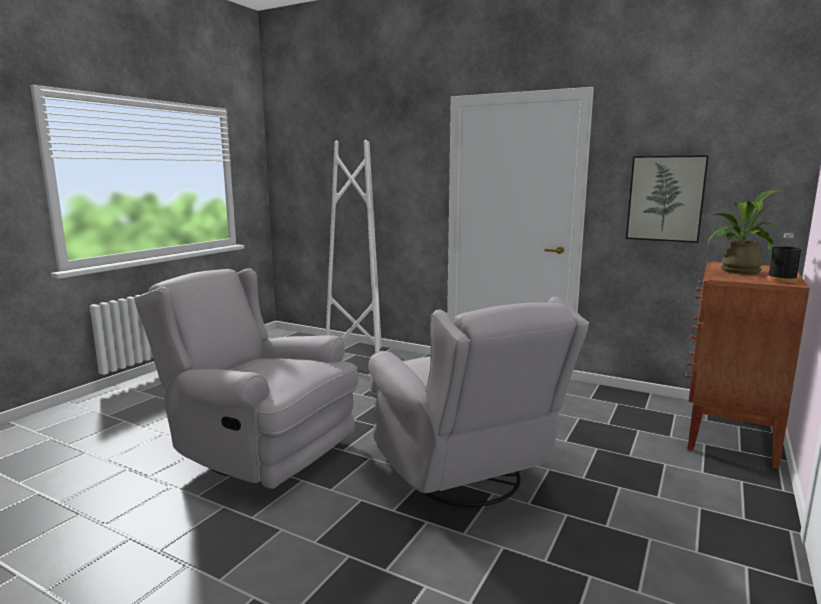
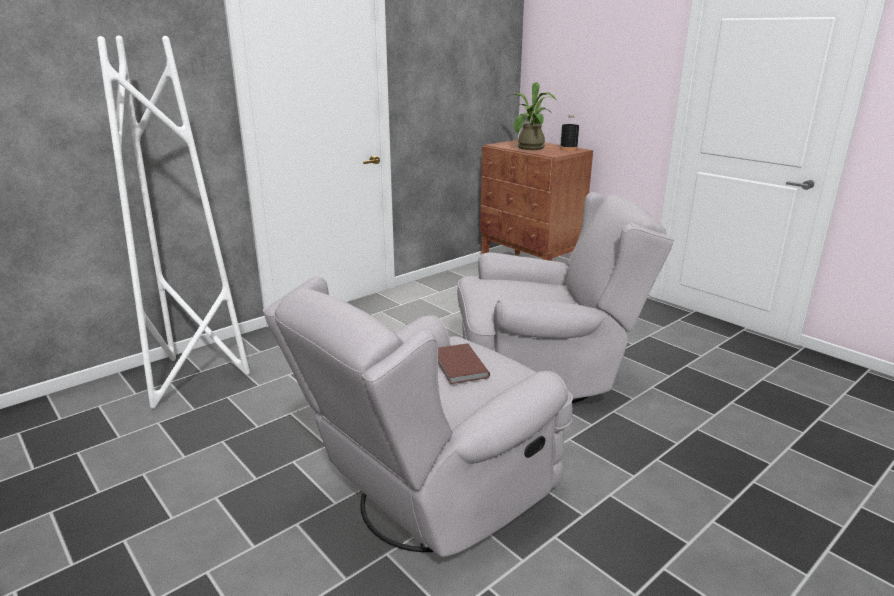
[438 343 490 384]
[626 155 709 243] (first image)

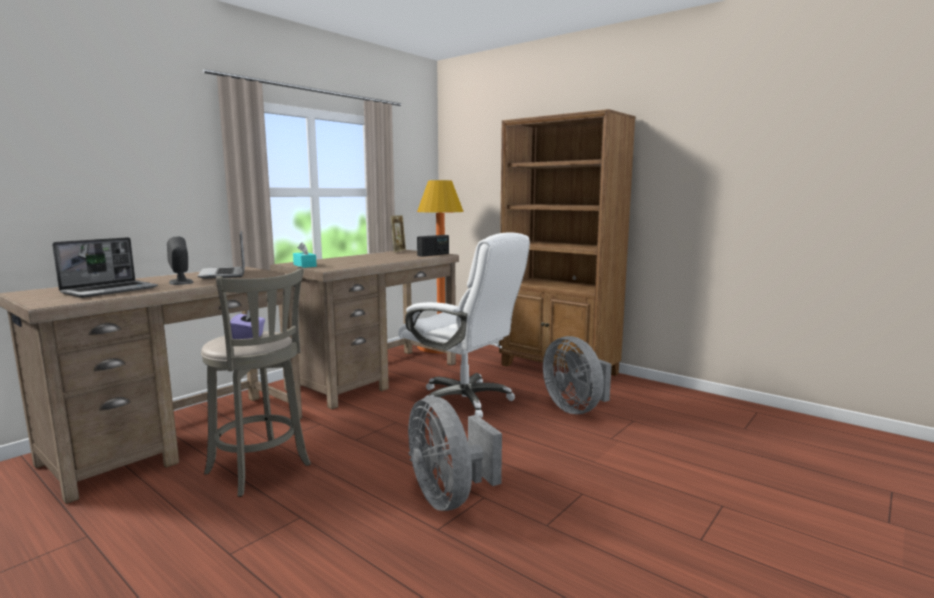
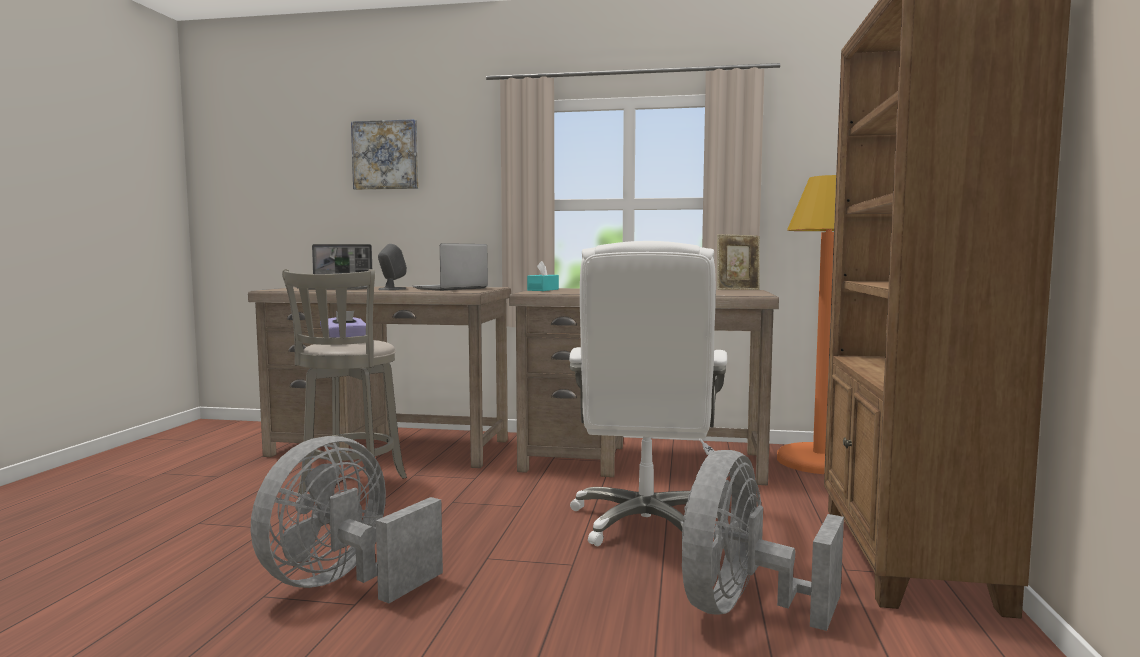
[351 119 418 190]
[417 235 449 257] (first image)

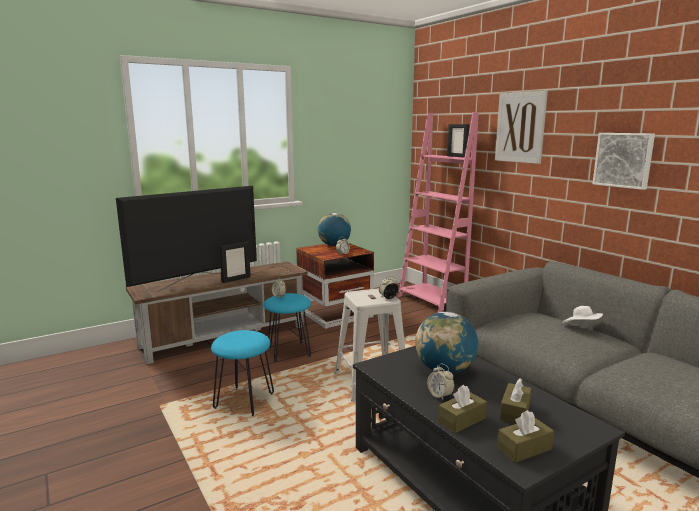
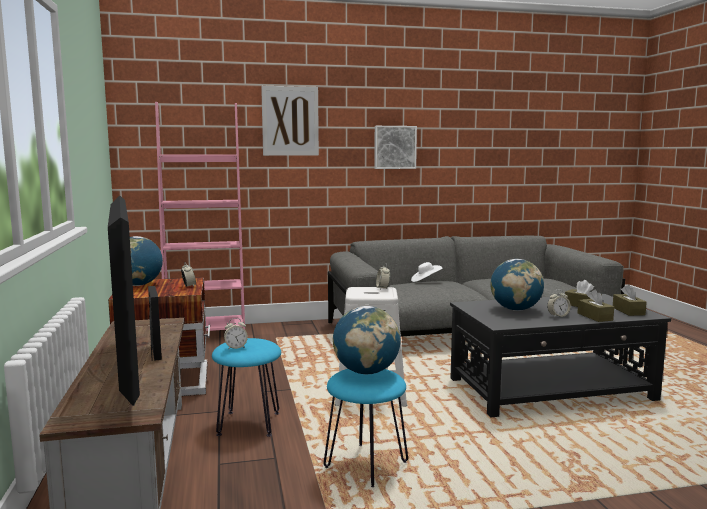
[333 306 401 374]
[447 124 470 158] (first image)

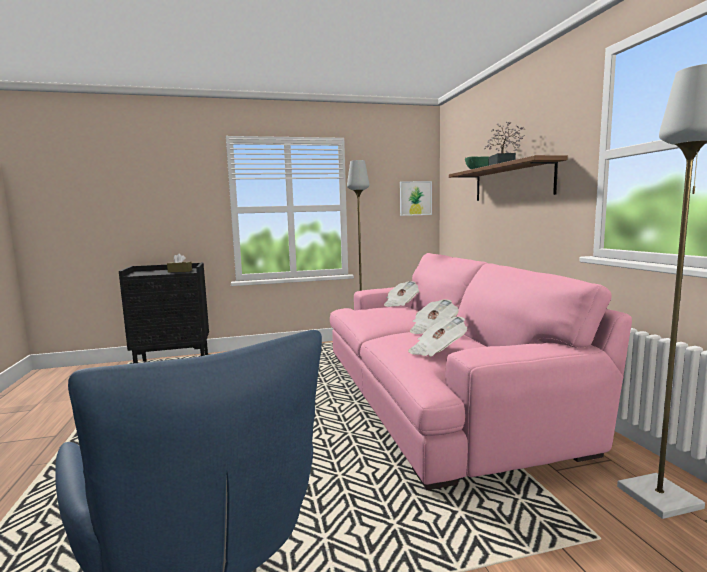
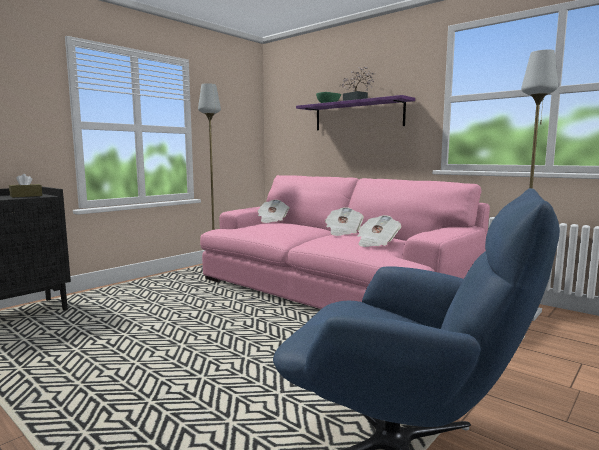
[296 95 415 130]
[400 181 432 216] (first image)

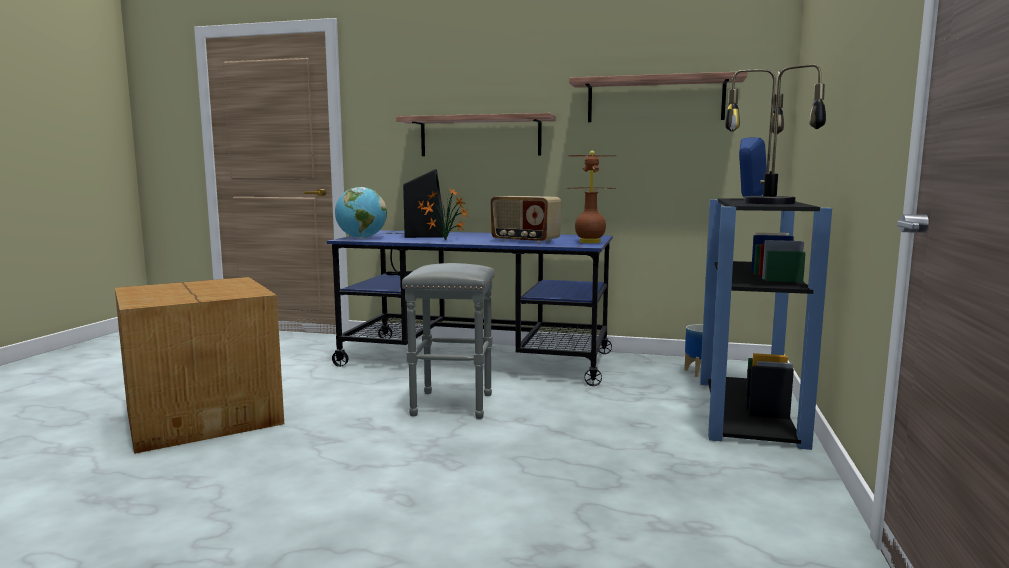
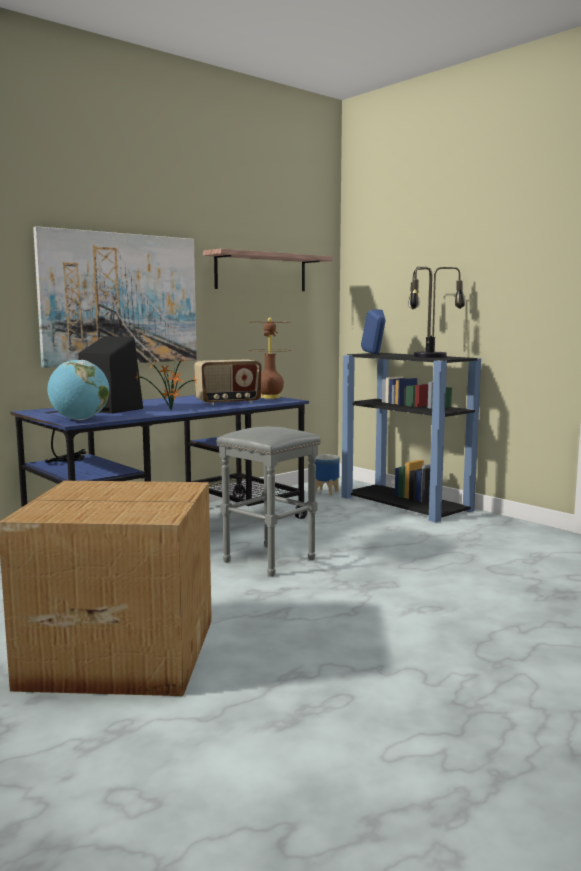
[33 226 197 368]

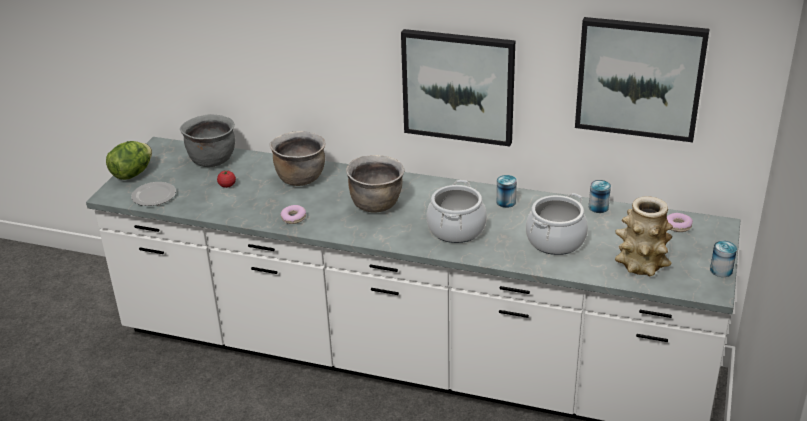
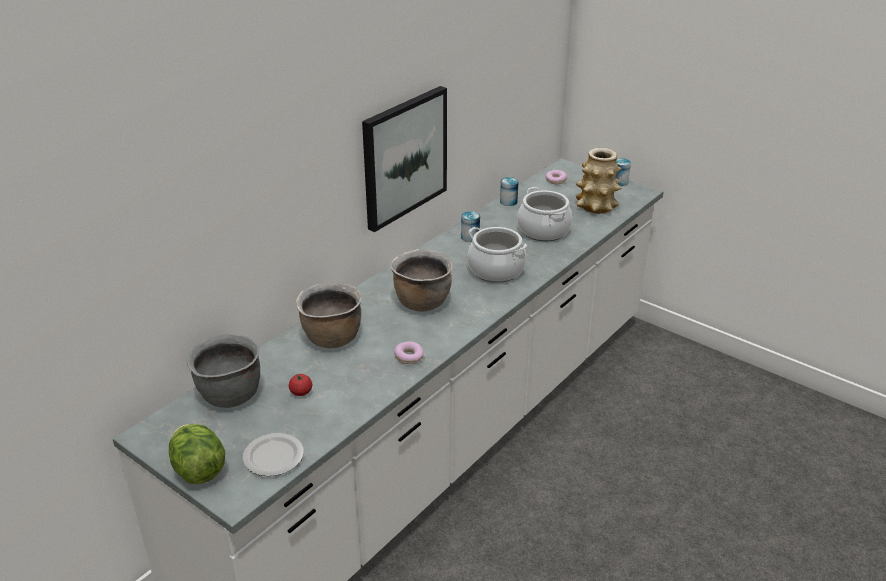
[575 17 710 142] (first image)

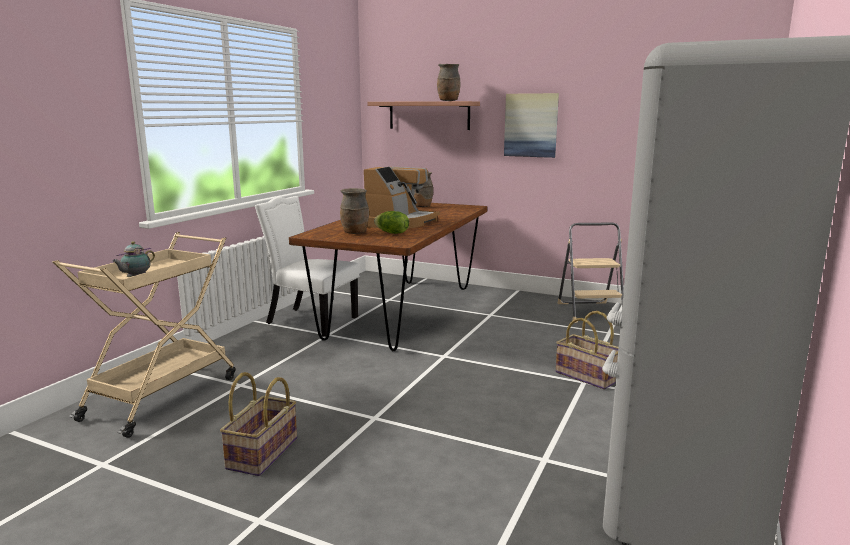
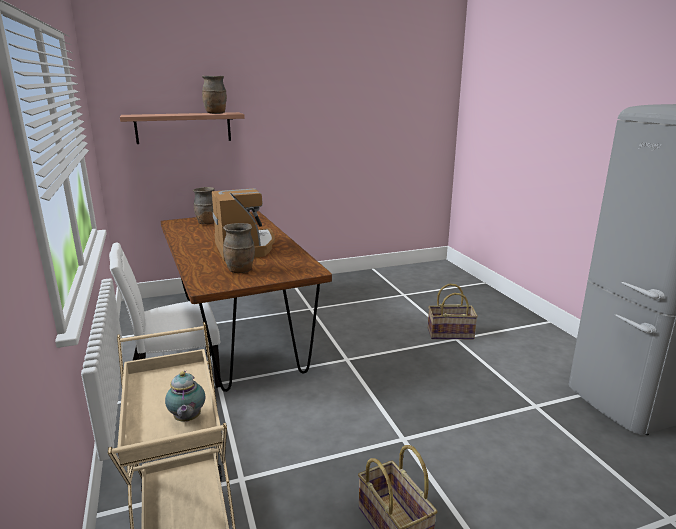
[374 211 409 234] (first image)
[504 93 559 158] (first image)
[558 222 624 323] (first image)

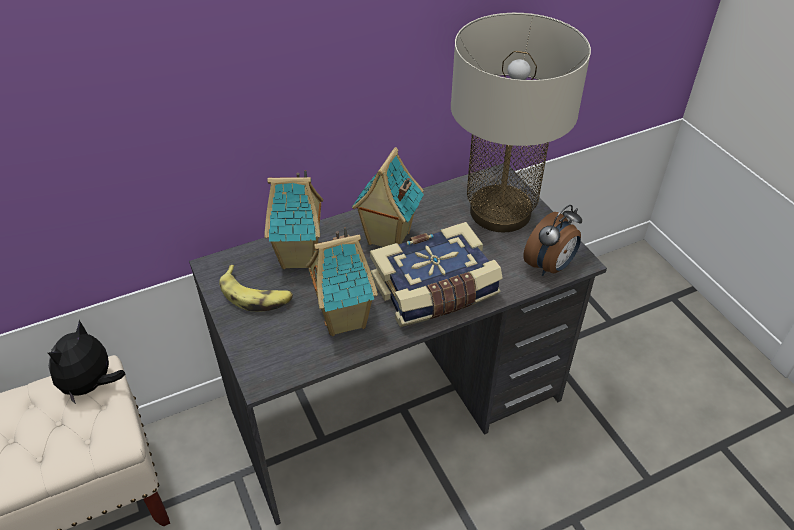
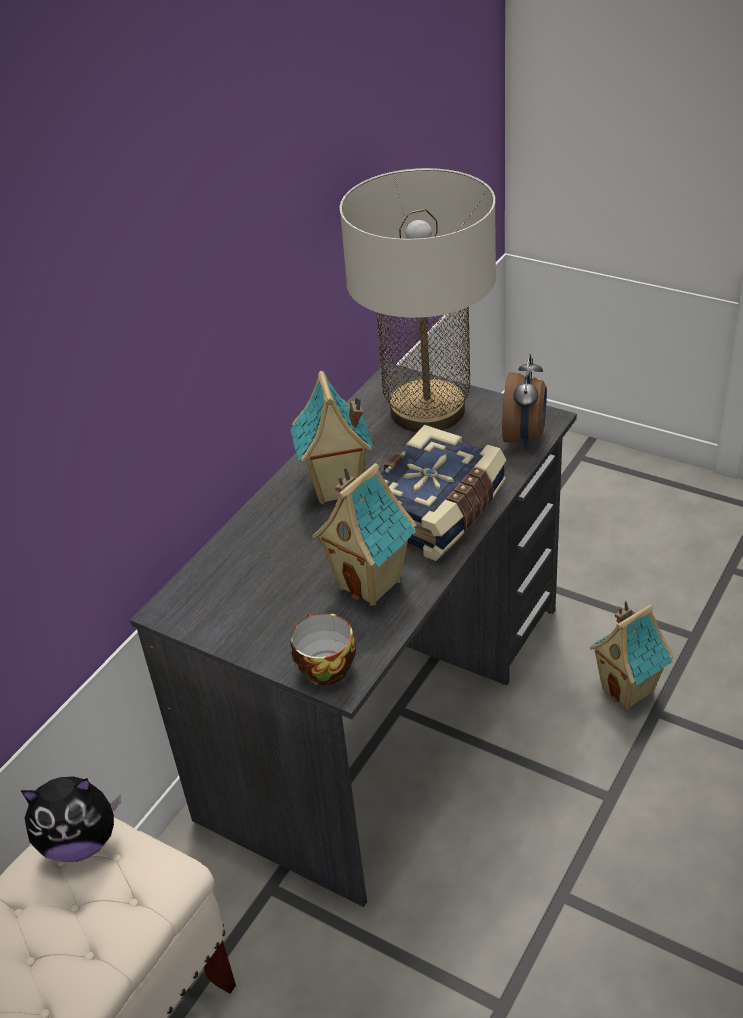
[20 776 121 862]
[291 613 356 686]
[590 601 674 710]
[219 265 293 312] (first image)

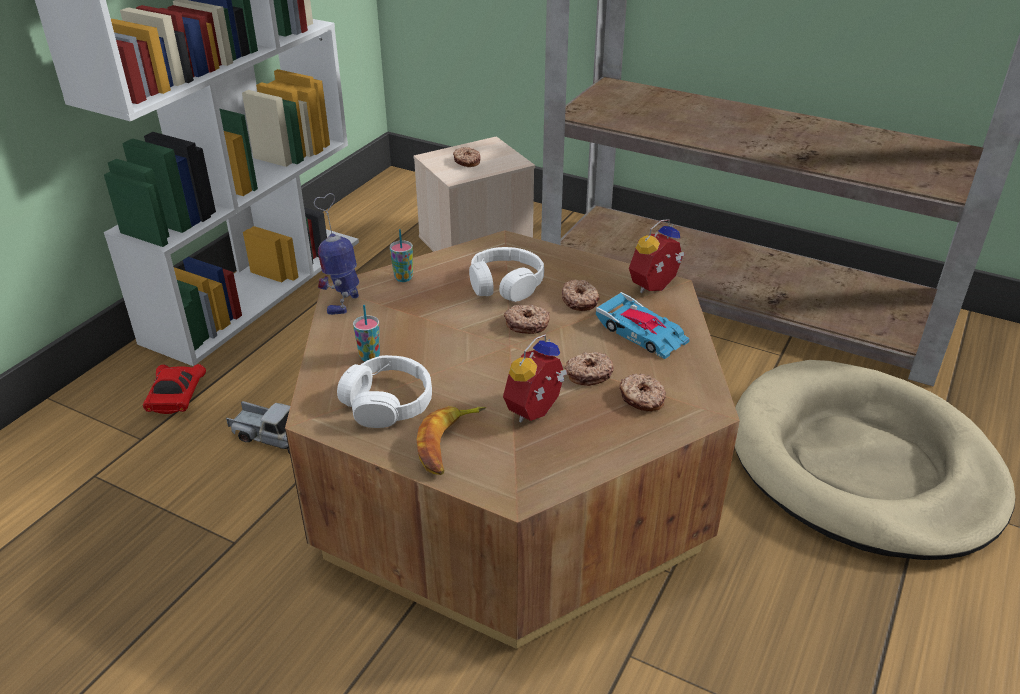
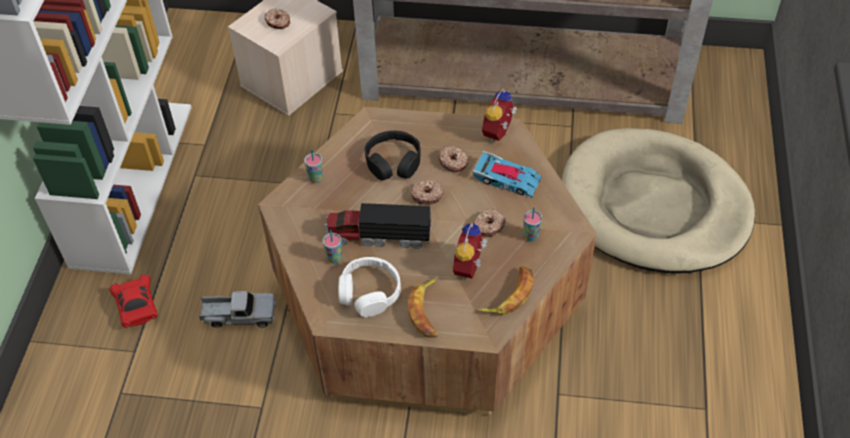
[324 203 431 249]
[365 131 421 180]
[478 266 534 315]
[523 207 542 241]
[314 193 359 315] (first image)

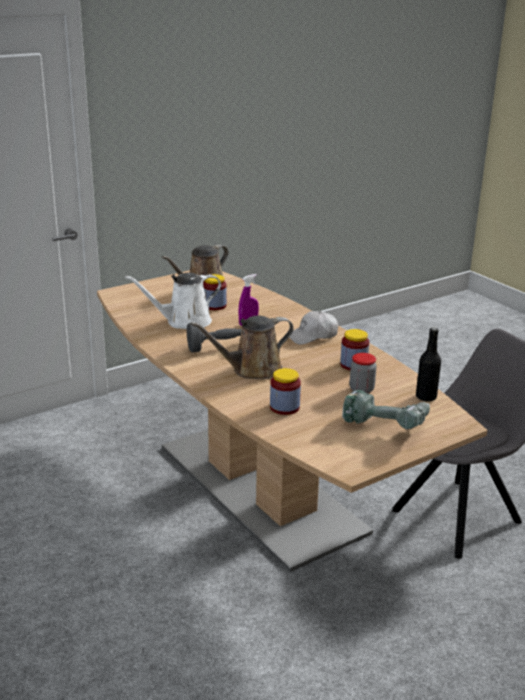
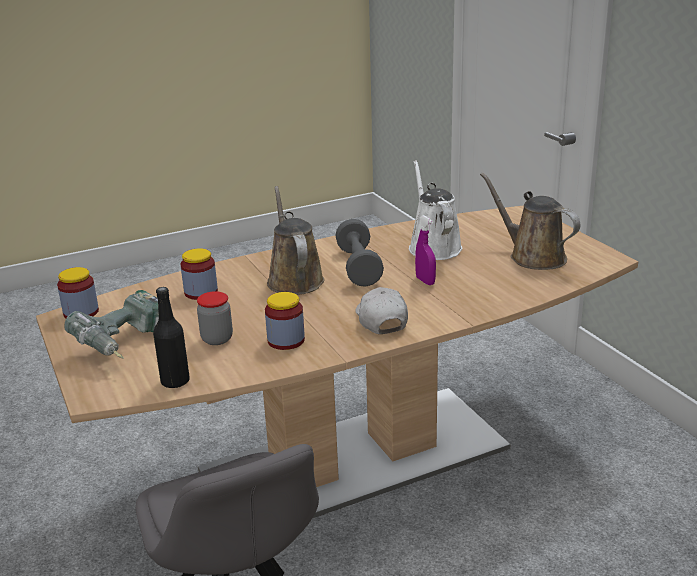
[57 267 99 318]

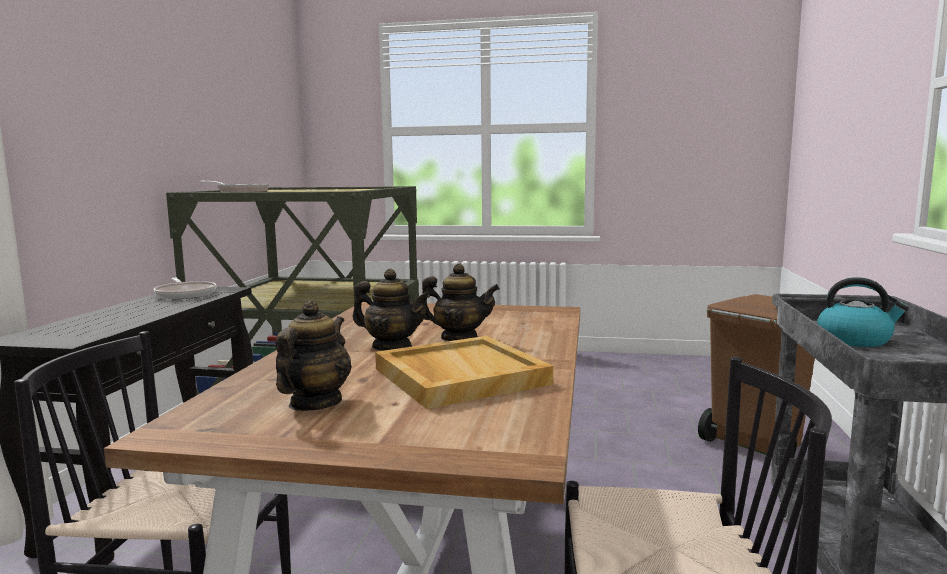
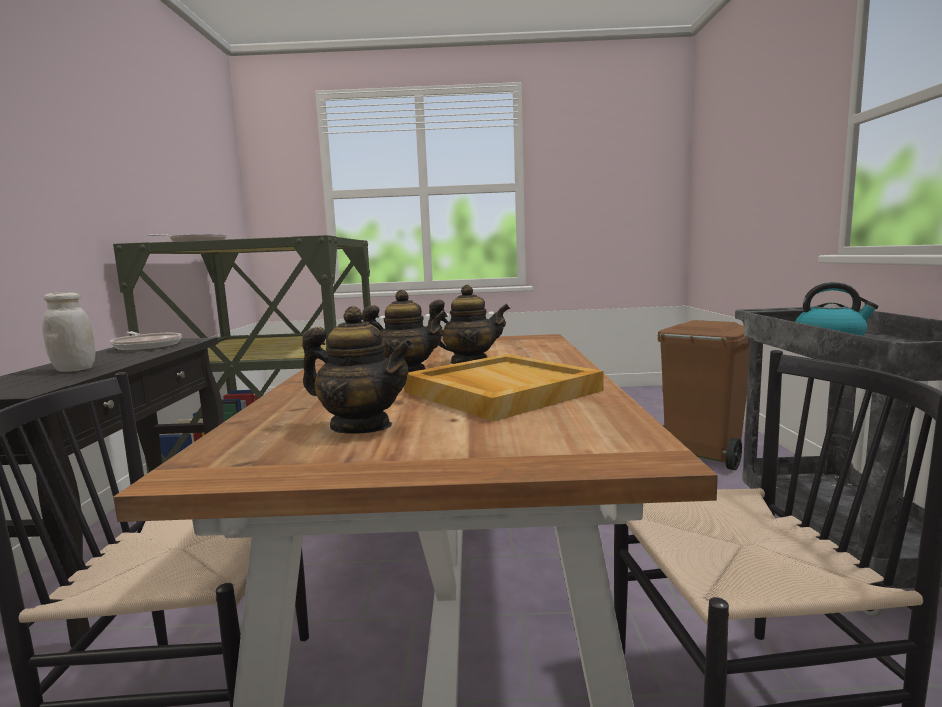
[42 293 95 372]
[302 306 414 434]

